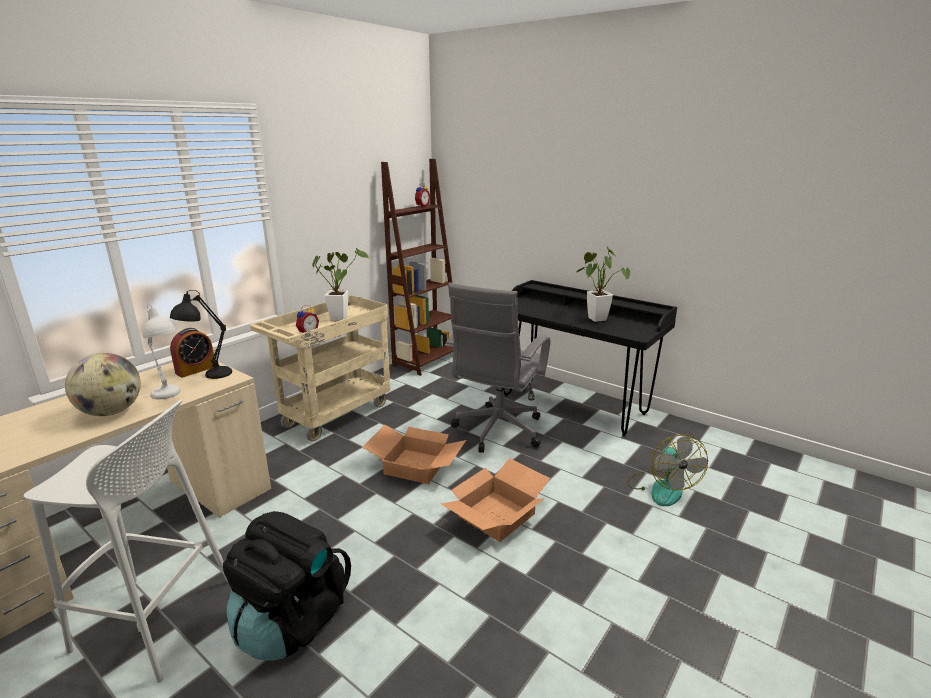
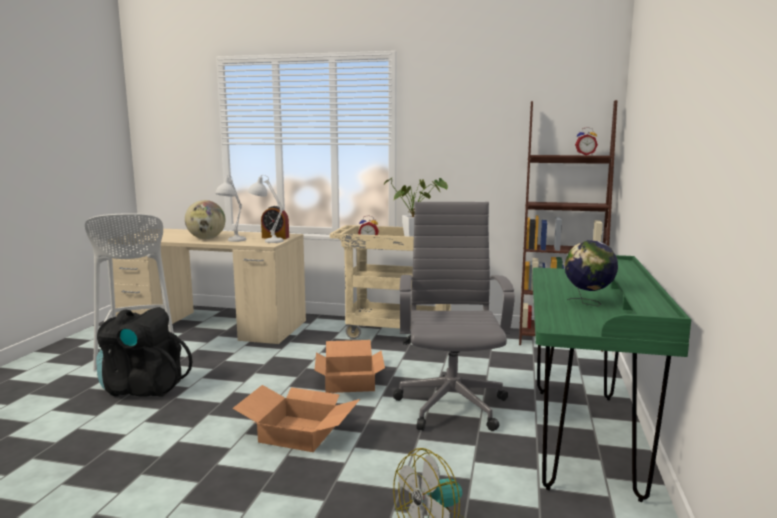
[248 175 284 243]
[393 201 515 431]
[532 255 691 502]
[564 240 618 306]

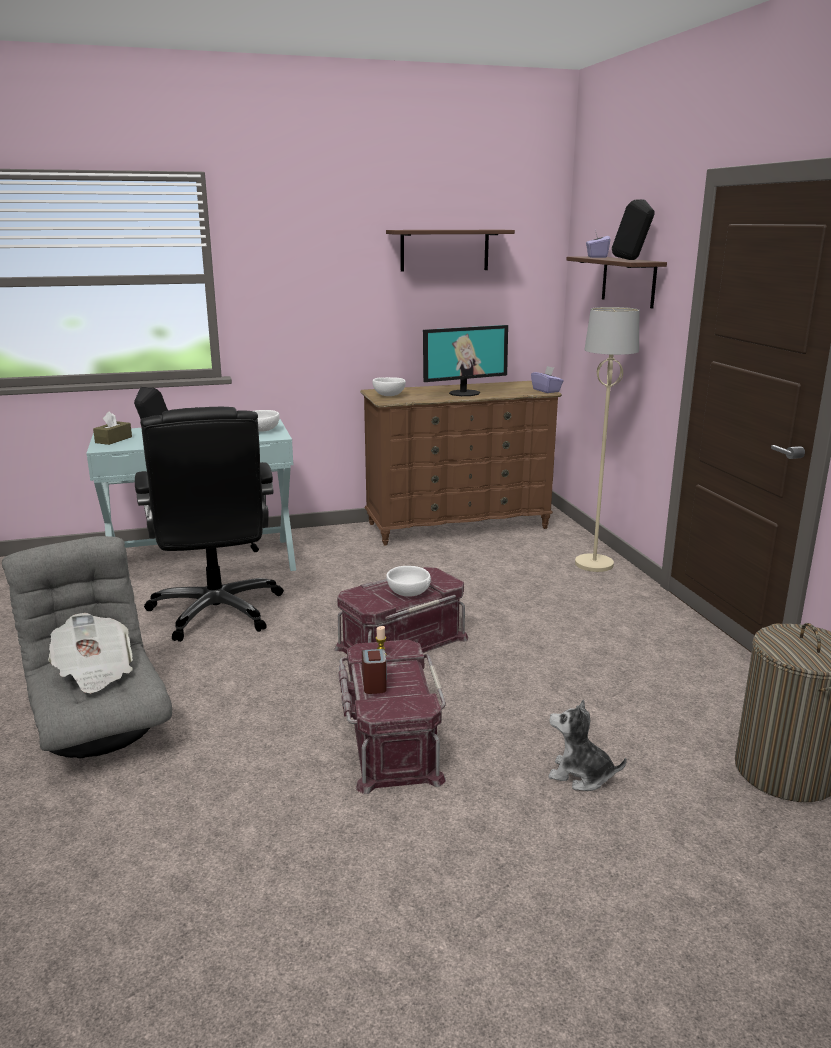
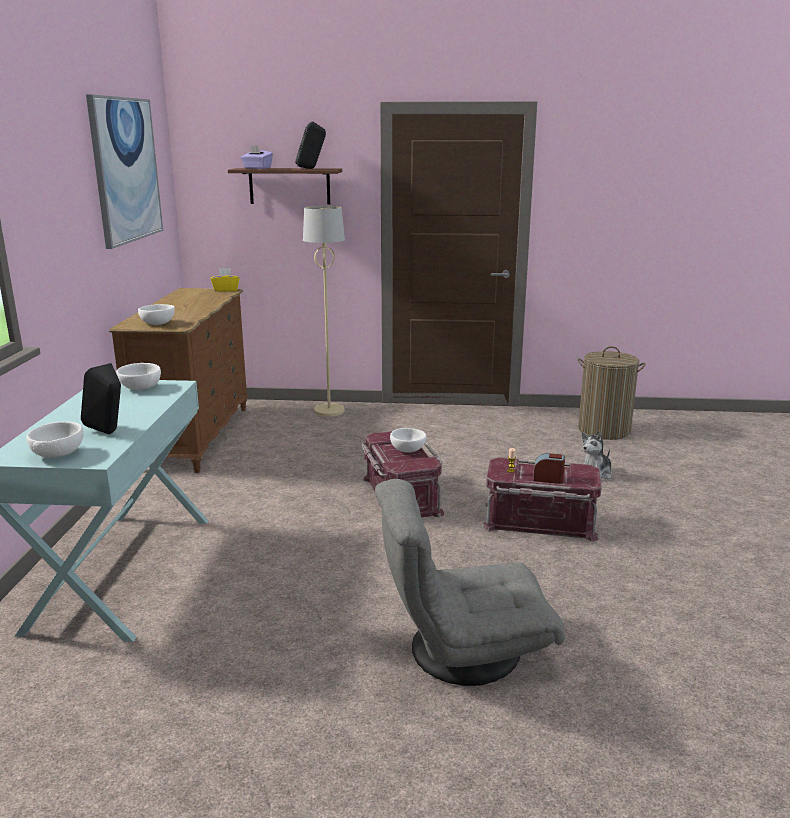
[26 421 84 458]
[86 94 163 249]
[211 268 240 292]
[48 613 133 693] (first image)
[135 407 284 642] (first image)
[423 325 508 396] (first image)

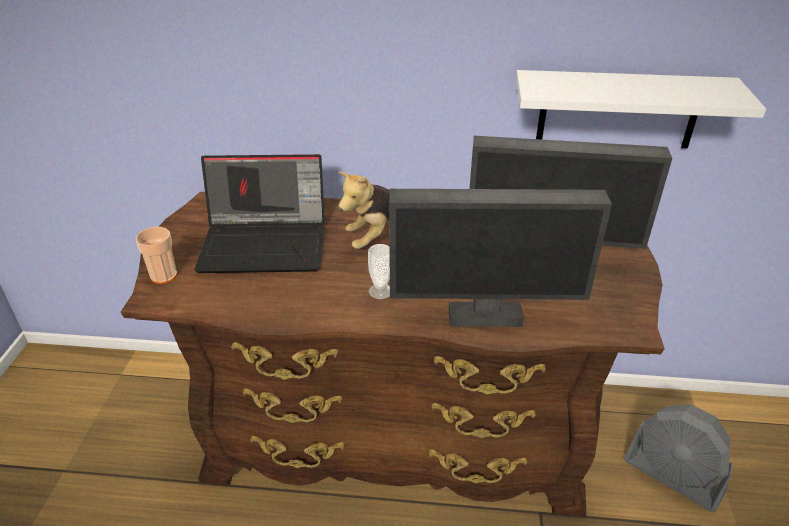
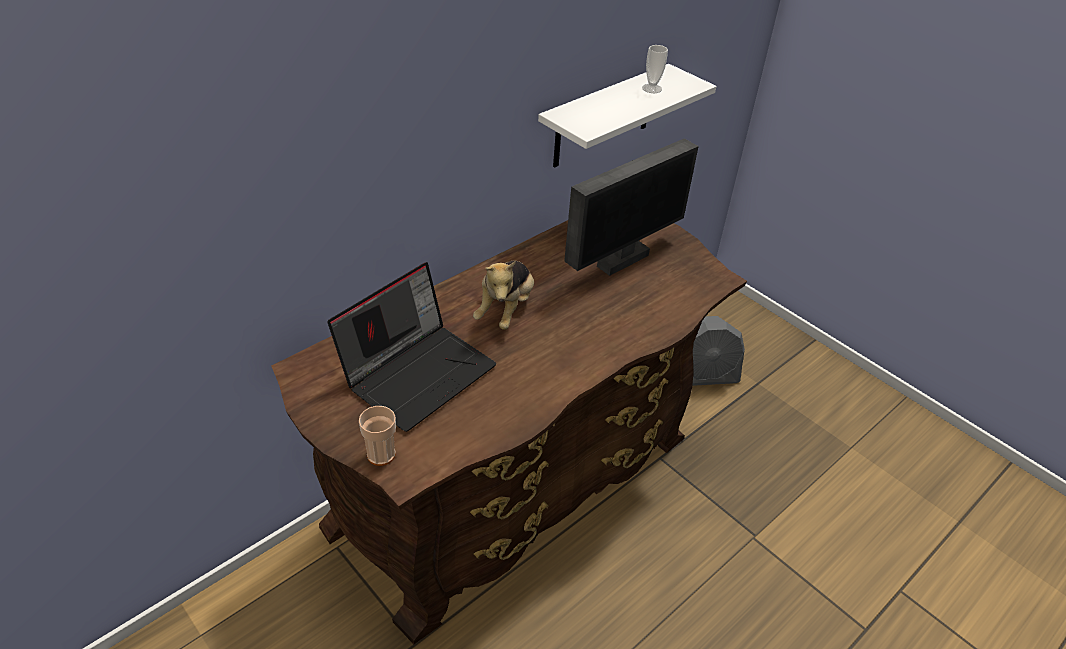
[642 45 668 93]
[389 189 612 327] (first image)

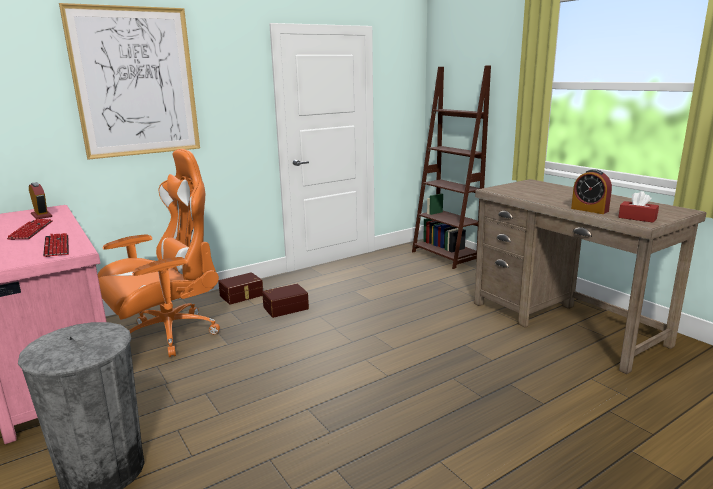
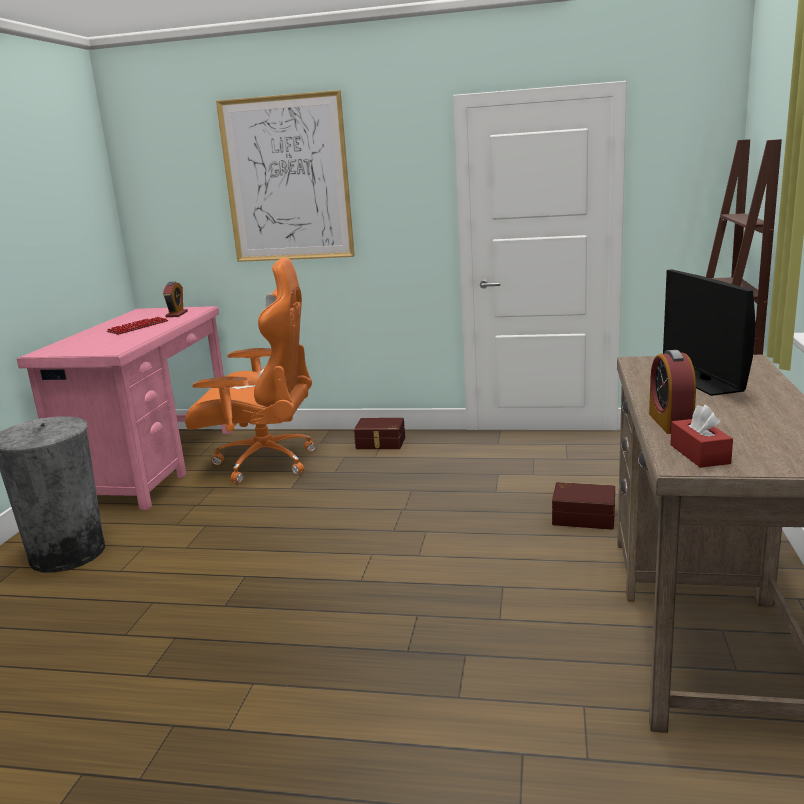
[552 482 615 530]
[663 270 756 396]
[43 233 69 257] (first image)

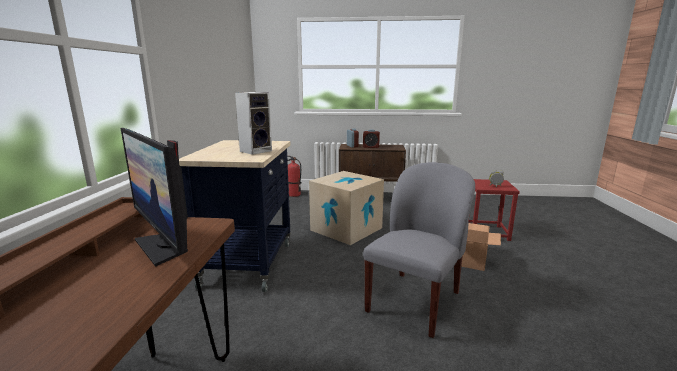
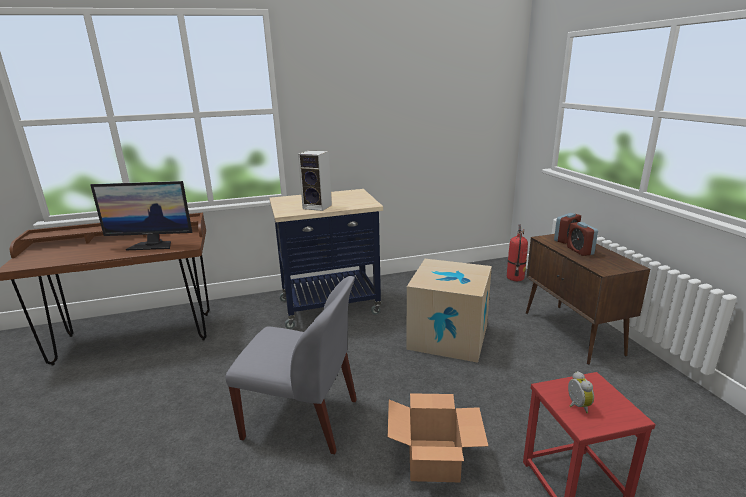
[90 181 192 250]

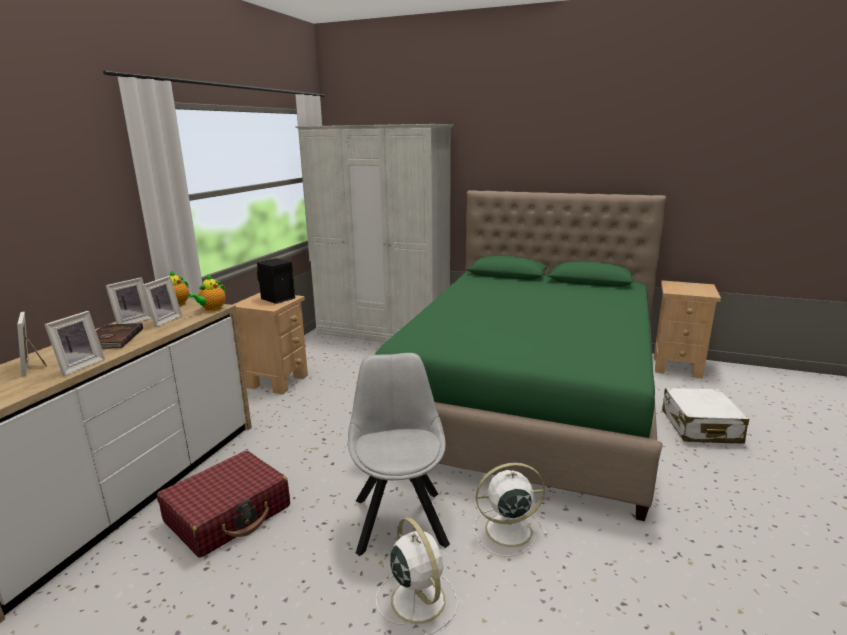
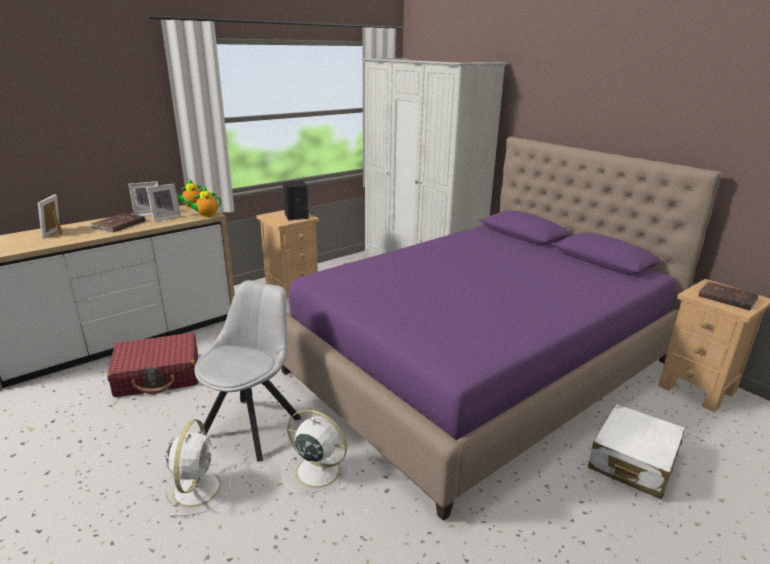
[281 137 722 521]
[698 281 759 310]
[44 311 105 376] (first image)

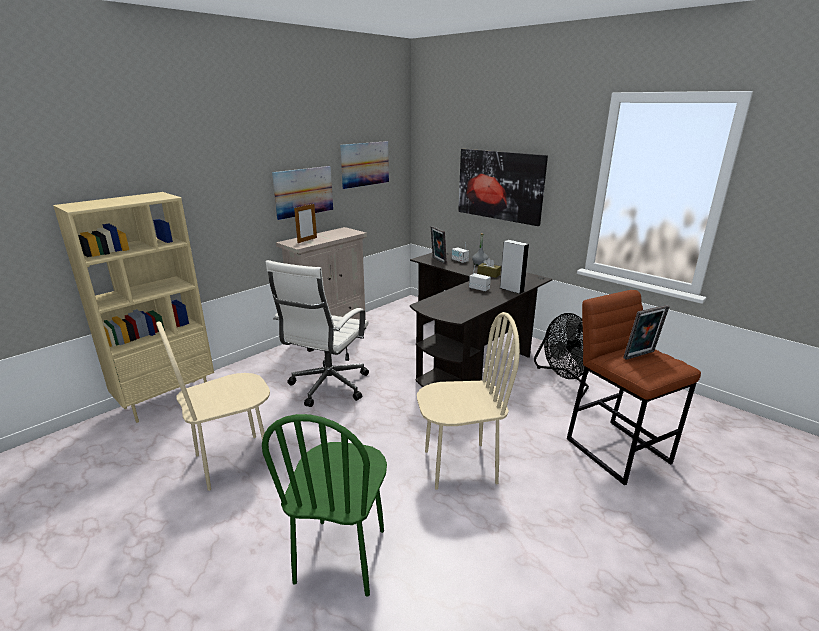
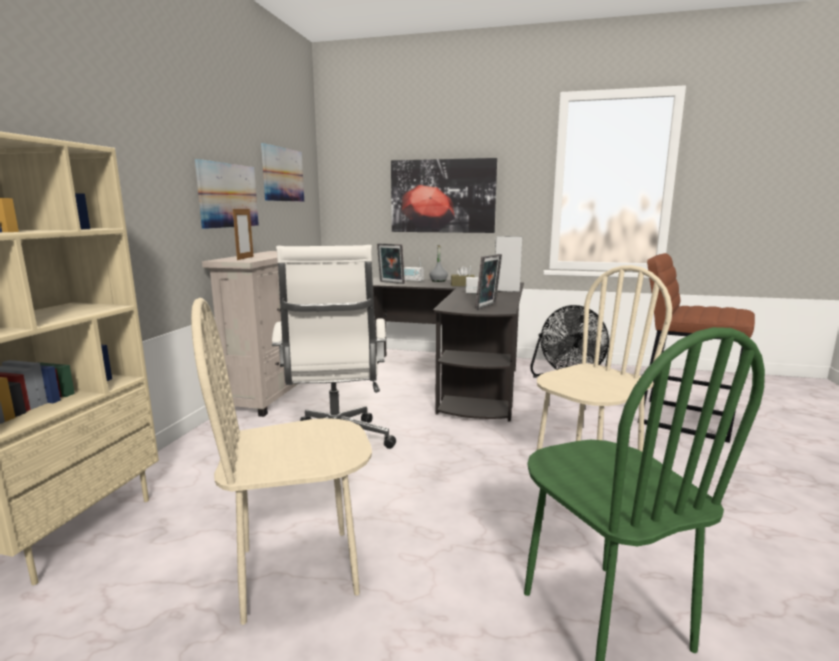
[191 298 372 625]
[475 254 502 310]

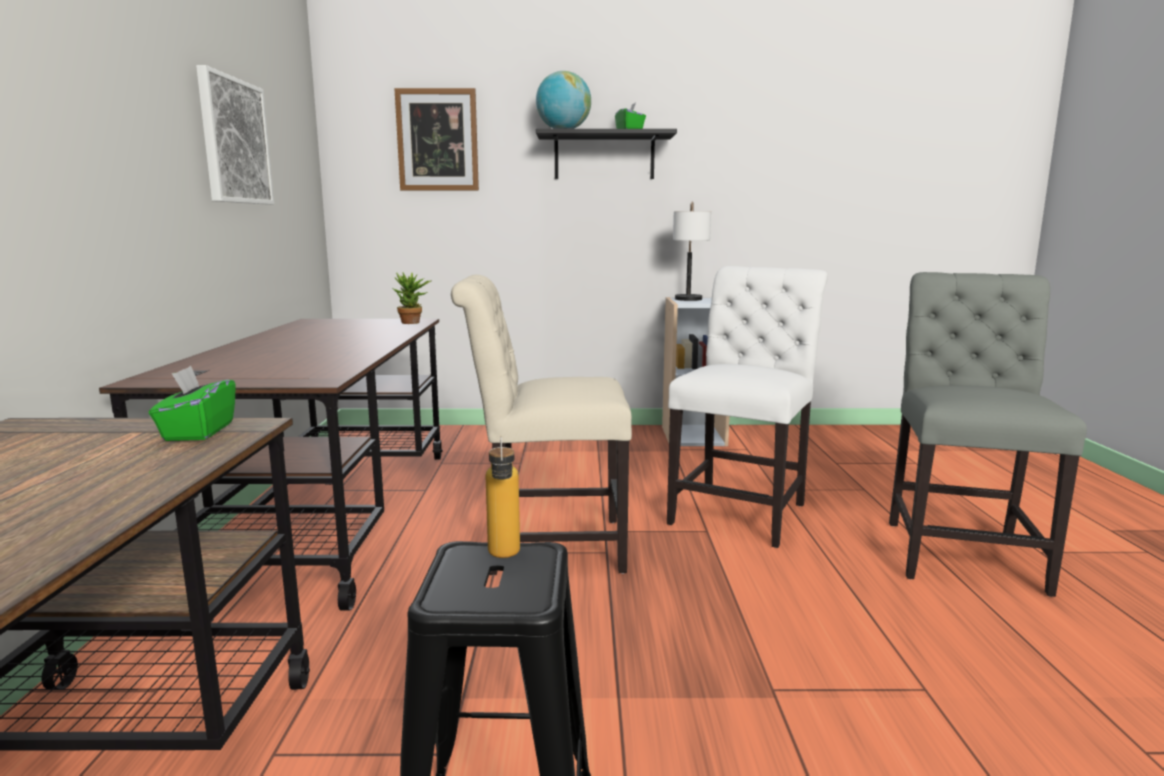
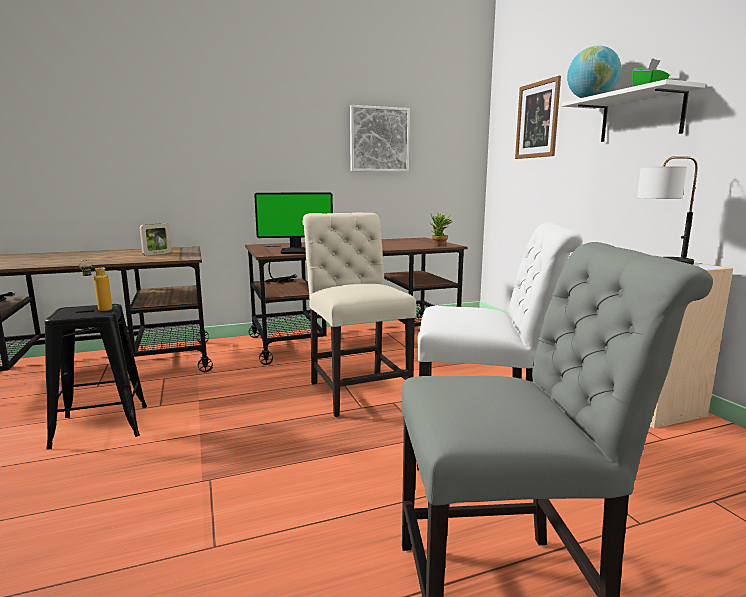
[140 223 172 256]
[254 193 333 254]
[561 79 706 142]
[149 366 236 441] (first image)

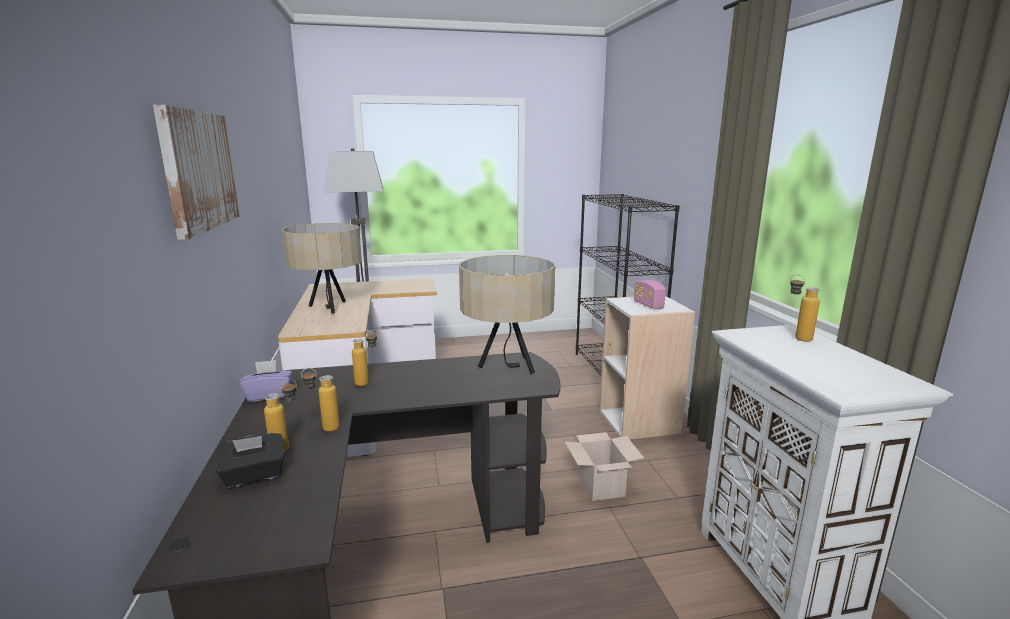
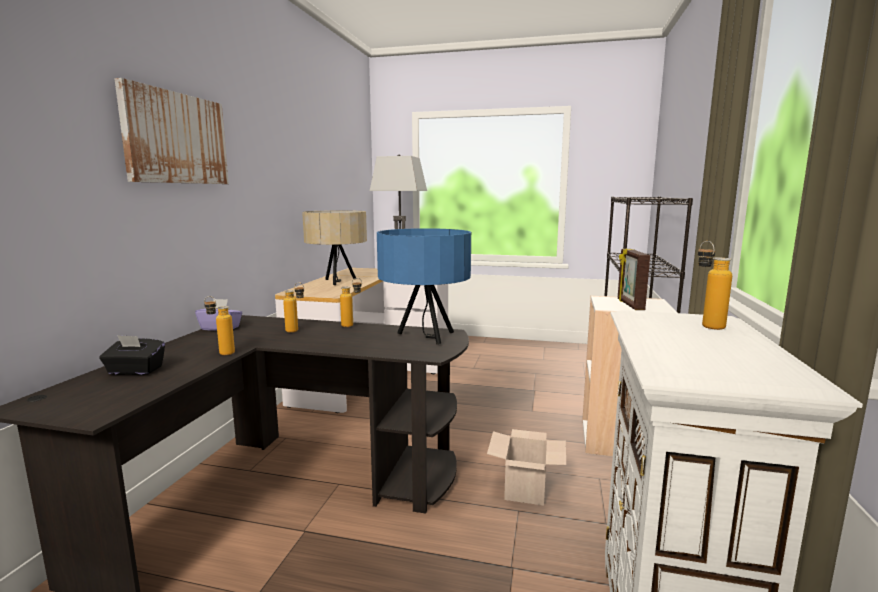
[340 278 362 327]
[377 228 471 344]
[618 248 650 310]

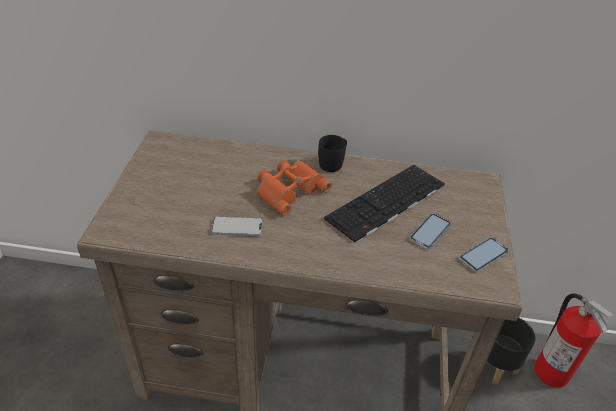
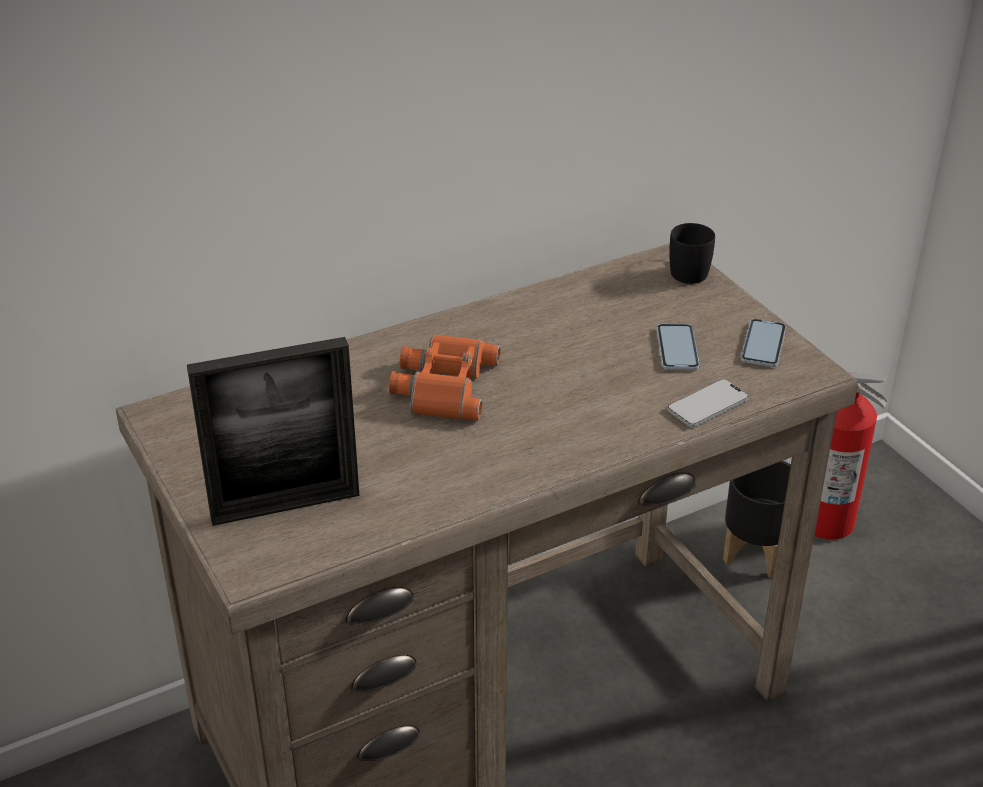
[187 337 360 526]
[667 379 749 428]
[669 223 715 284]
[324 165 445 243] (first image)

